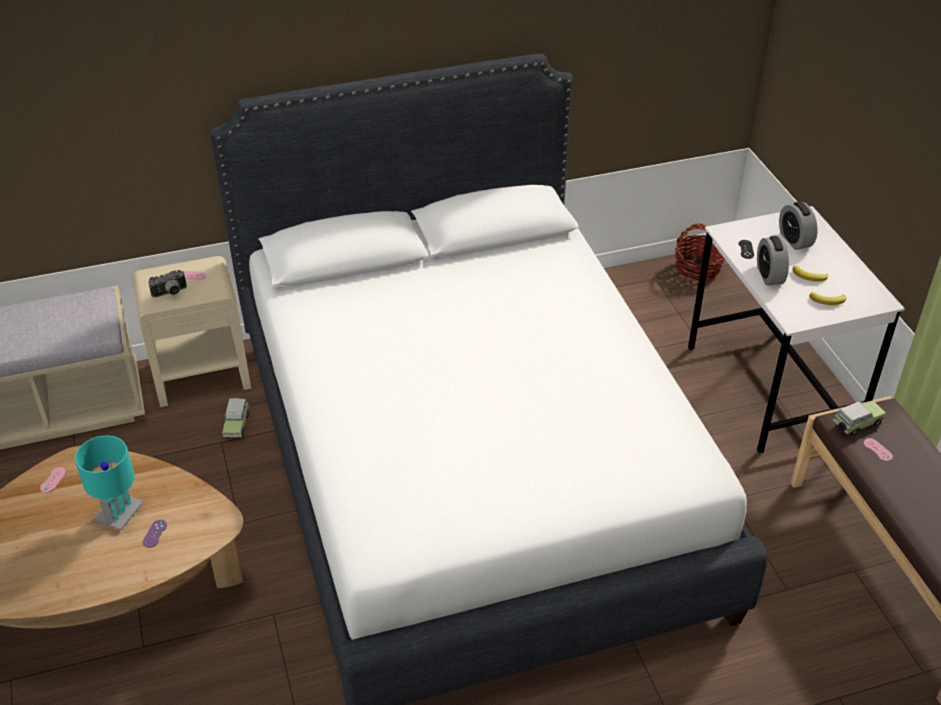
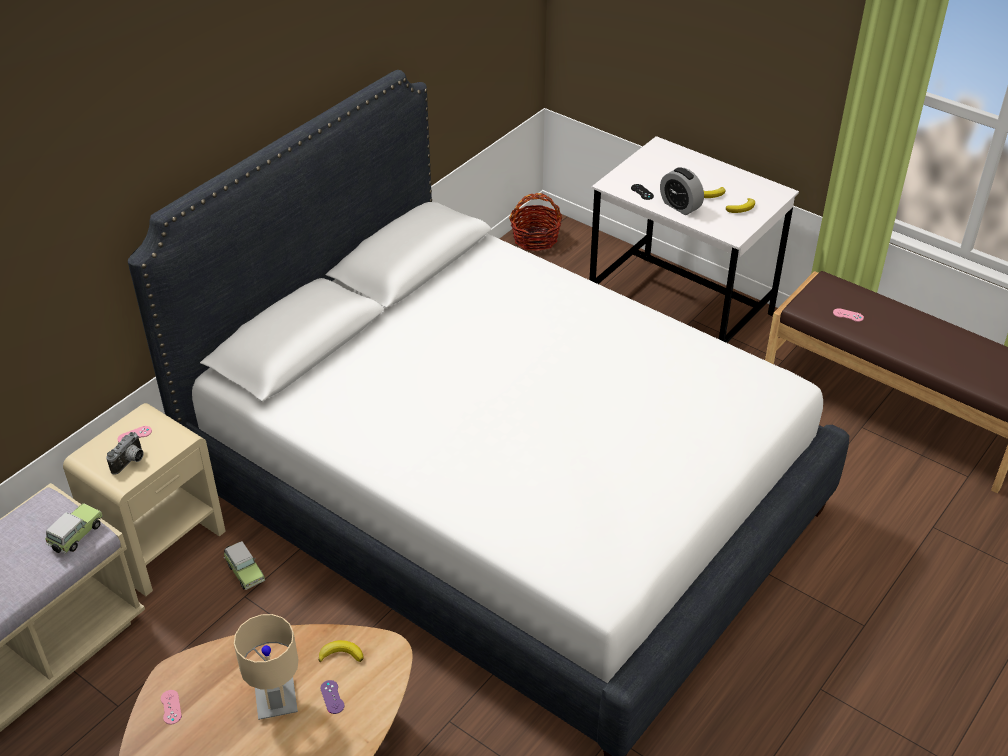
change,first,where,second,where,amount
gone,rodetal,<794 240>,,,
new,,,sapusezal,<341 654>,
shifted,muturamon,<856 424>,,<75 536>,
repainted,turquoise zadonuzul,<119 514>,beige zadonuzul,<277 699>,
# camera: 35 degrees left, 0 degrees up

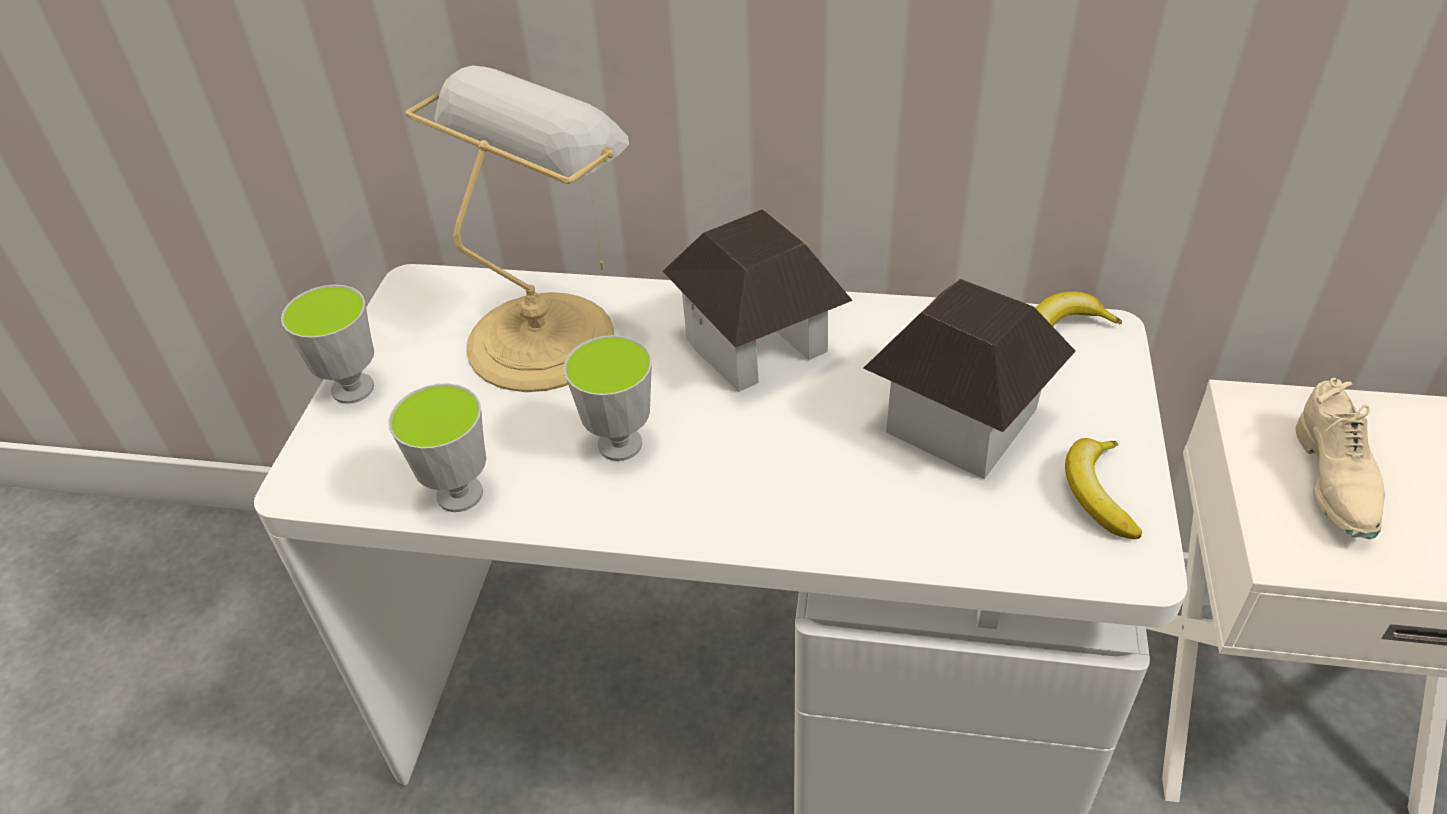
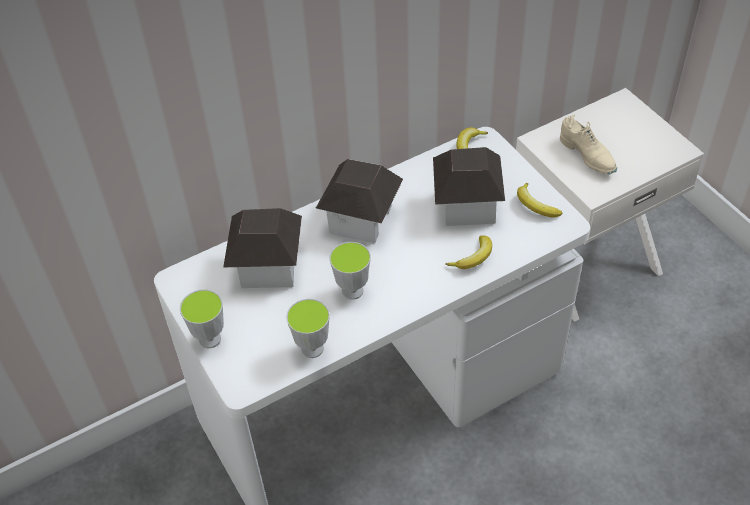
change,first,where,second,where,amount
new,,,sapusezal,<473 258>,
swapped,zadonuzul,<546 335>,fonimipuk,<268 266>,
# camera: 40 degrees left, 5 degrees up

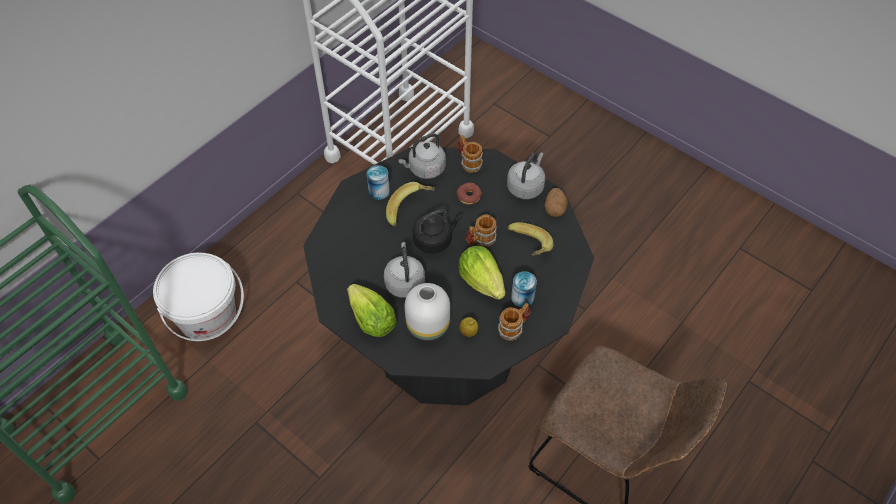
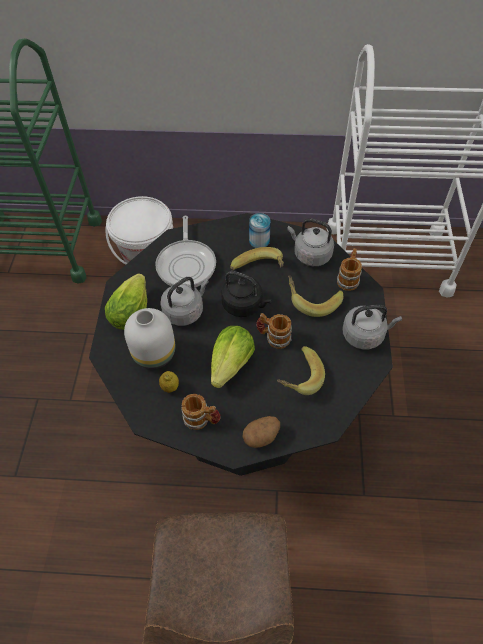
change,first,where,second,where,amount
gone,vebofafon,<522 297>,,,
new,,,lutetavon,<187 264>,
shifted,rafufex,<555 209>,,<261 436>,
swapped,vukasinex,<469 196>,sapusezal,<312 300>,
# camera: 55 degrees right, 0 degrees up

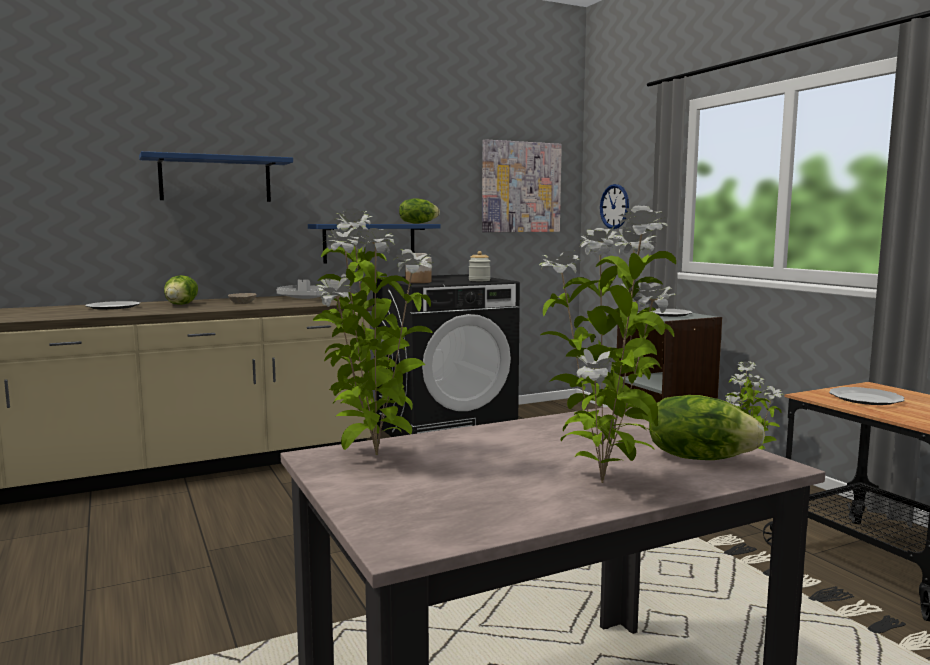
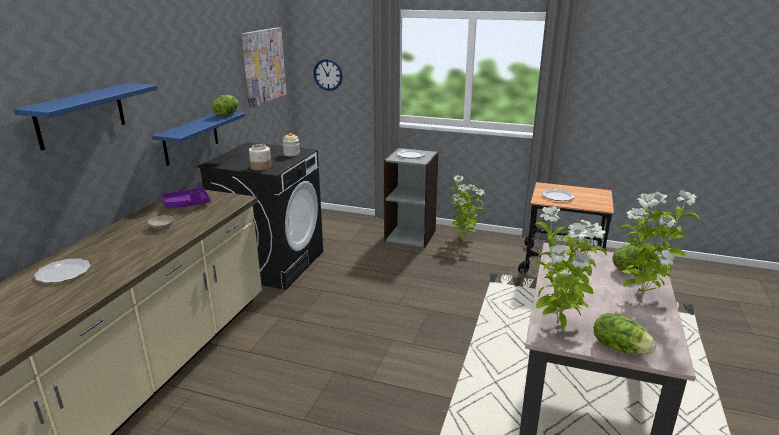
change,first,where,second,where,amount
shifted,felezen,<182 304>,,<619 347>,
repainted,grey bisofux,<304 298>,purple bisofux,<187 204>,
# camera: 45 degrees left, 15 degrees up

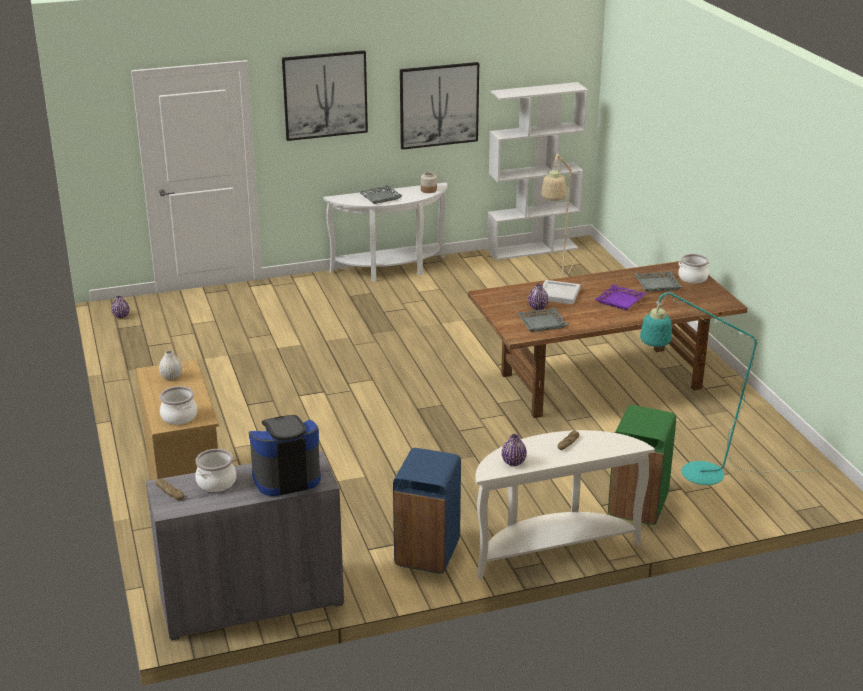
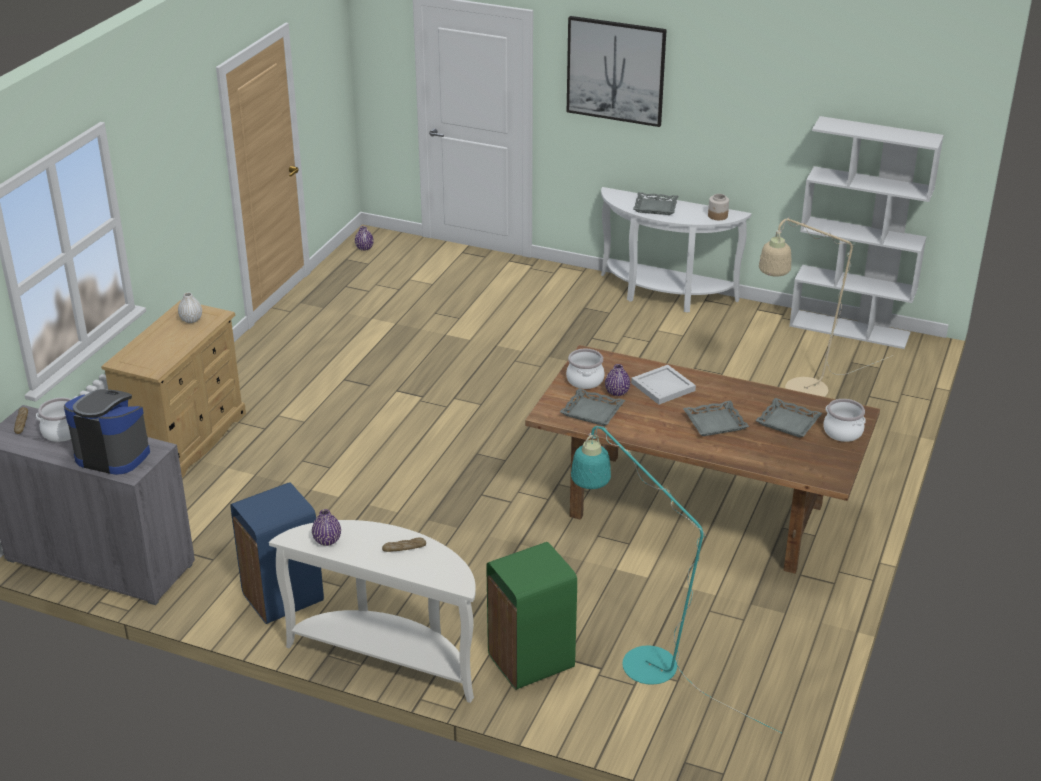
change,first,where,second,where,amount
gone,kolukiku,<439 105>,,,
shifted,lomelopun,<178 417>,,<584 380>,
repainted,purple bisofux,<620 301>,grey bisofux,<715 423>,
# camera: 40 degrees right, 5 degrees up

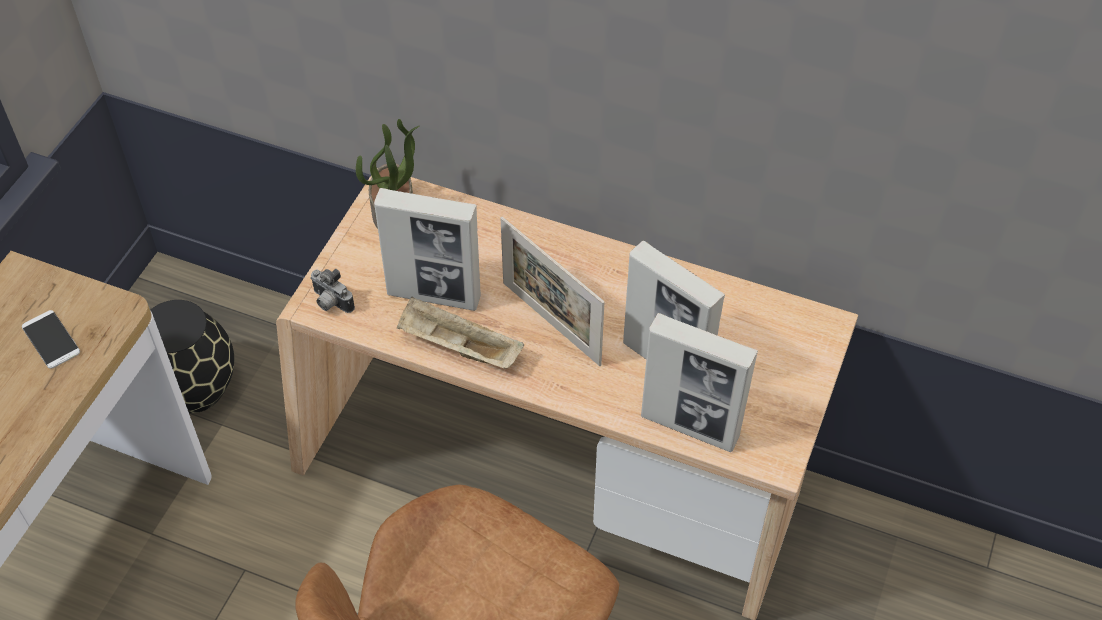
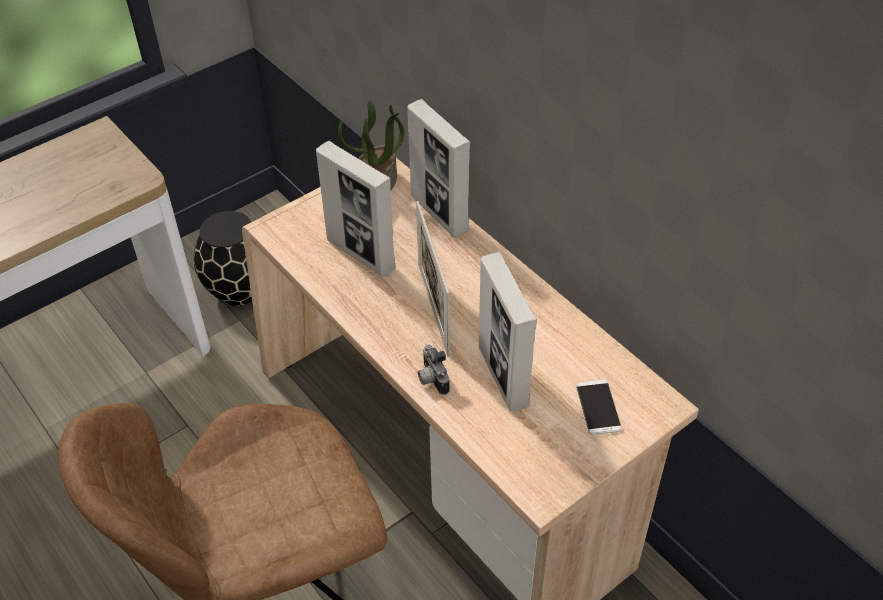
change,first,where,second,where,amount
gone,beige bisofux,<458 348>,,,
shifted,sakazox,<51 340>,,<598 407>,
shifted,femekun,<330 303>,,<431 379>,
shifted,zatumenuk,<690 427>,,<439 214>,
# camera: 30 degrees right, 5 degrees down

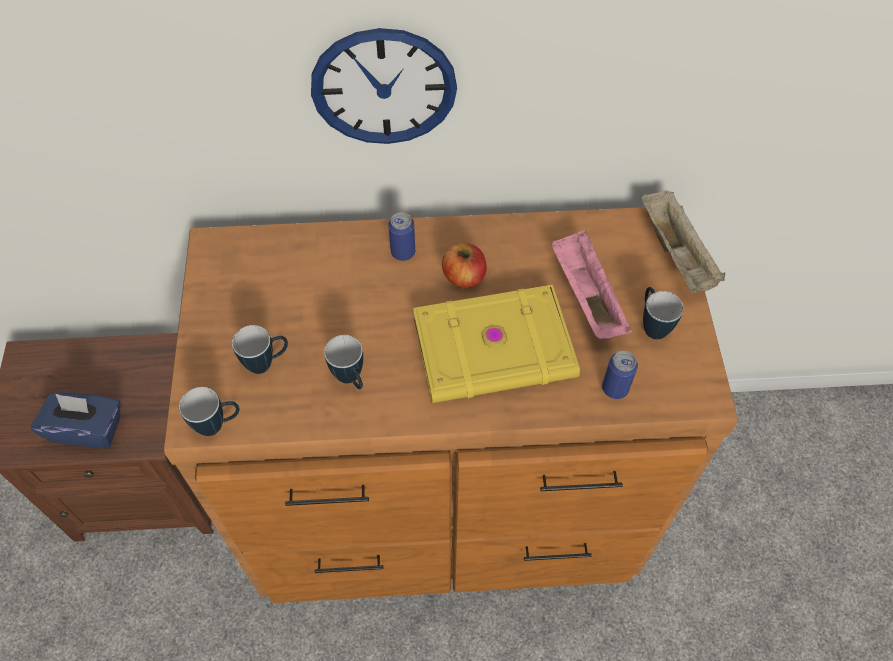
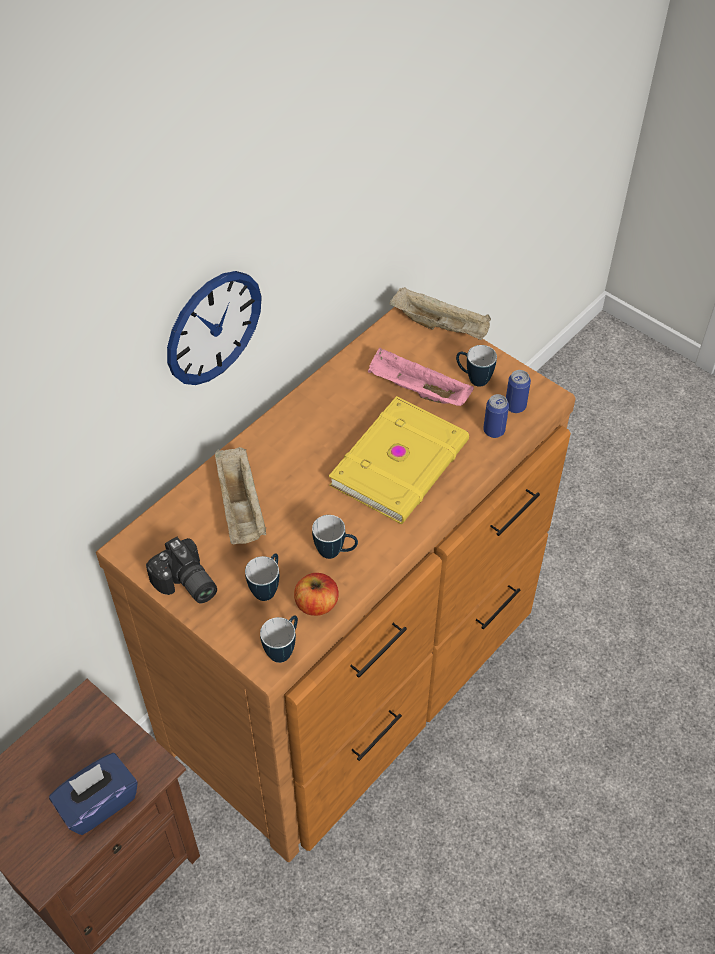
change,first,where,second,where,amount
new,,,femekun,<185 585>,
new,,,beige bisofux,<241 508>,
shifted,vebofafon,<403 252>,,<515 406>,
shifted,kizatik,<464 276>,,<316 604>,
# camera: 45 degrees left, 5 degrees down

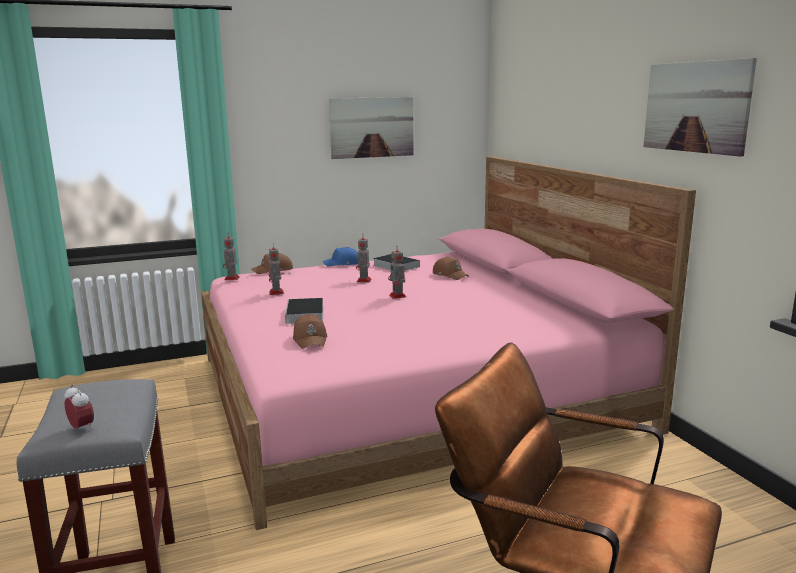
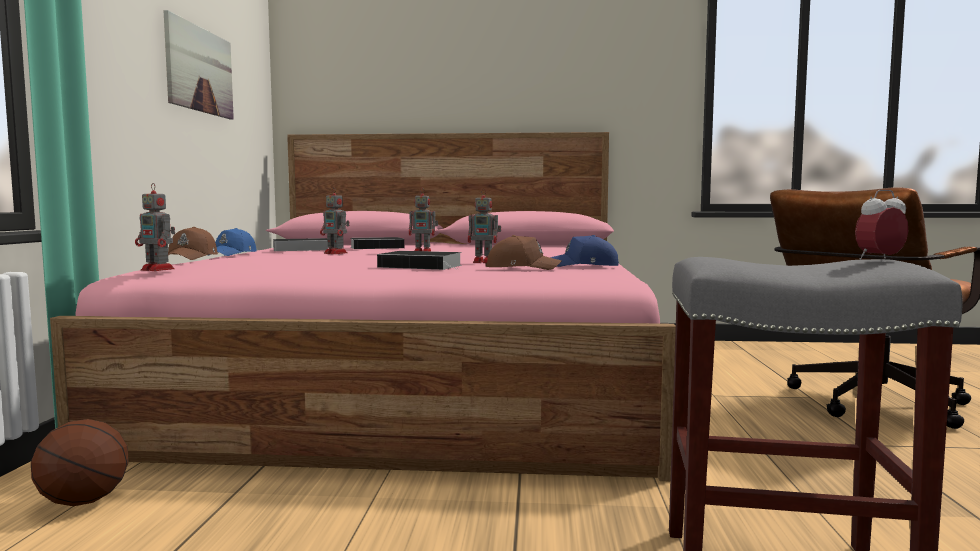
change,first,where,second,where,amount
gone,kolukiku,<695 107>,,,
new,,,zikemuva,<85 501>,
new,,,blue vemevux,<585 266>,
shifted,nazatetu,<276 293>,,<484 262>,
swapped,brown vemevux,<450 275>,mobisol,<378 247>,
# camera: 65 degrees left, 10 degrees down

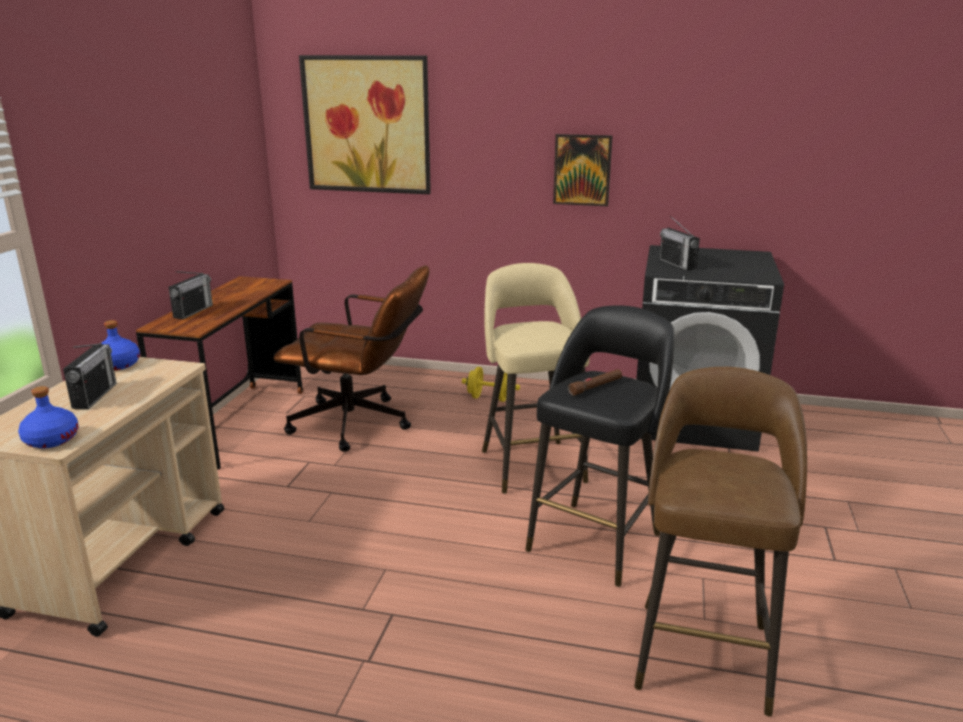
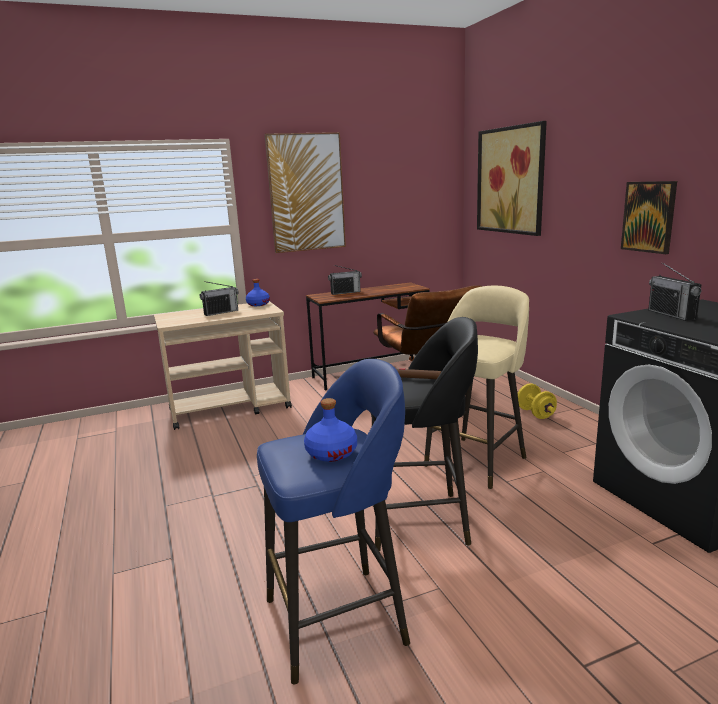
change,first,where,second,where,amount
new,,,kolukiku,<306 193>,
shifted,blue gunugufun,<51 440>,,<331 453>,
repainted,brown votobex,<703 652>,blue votobex,<340 620>,
rotated,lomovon,<677 264>,,<671 314>,45 degrees counterclockwise
# camera: 55 degrees right, 5 degrees down

